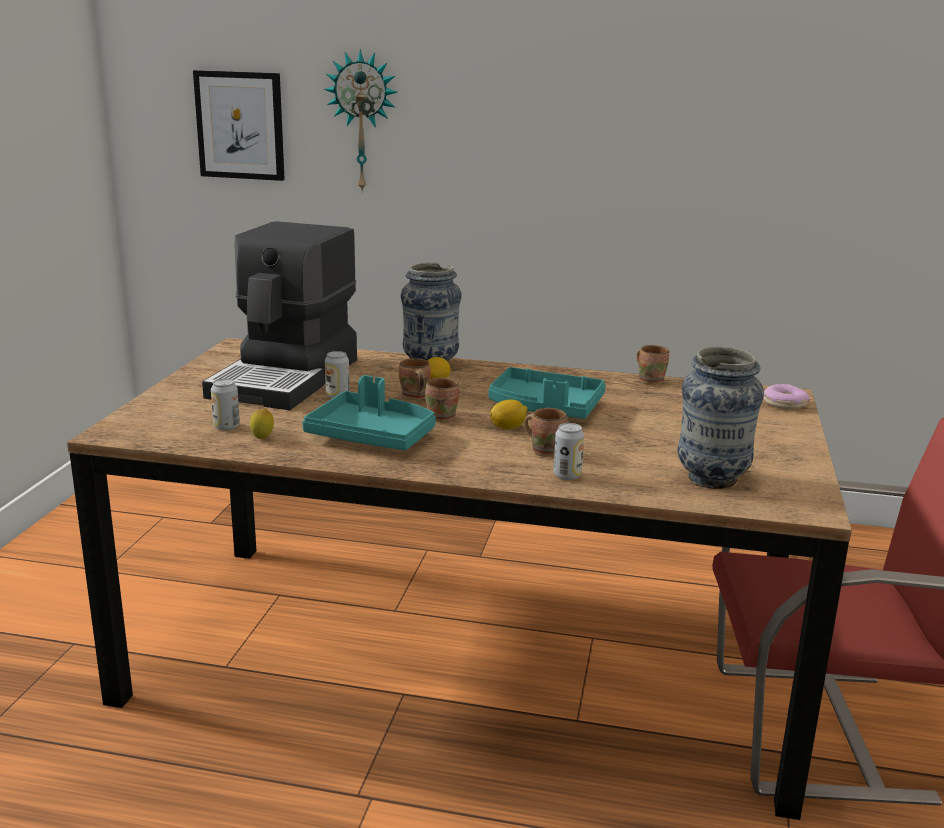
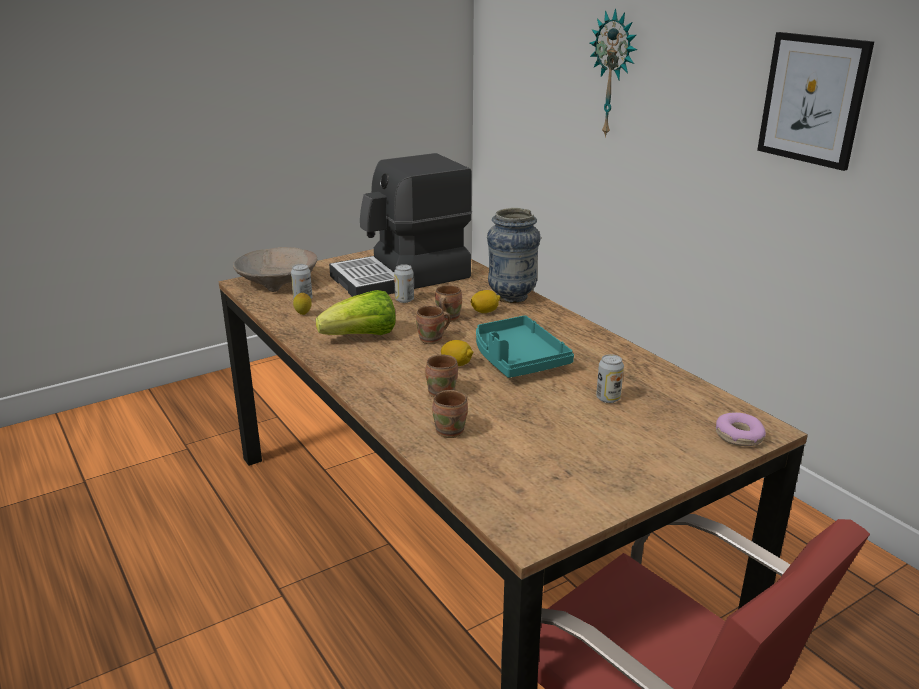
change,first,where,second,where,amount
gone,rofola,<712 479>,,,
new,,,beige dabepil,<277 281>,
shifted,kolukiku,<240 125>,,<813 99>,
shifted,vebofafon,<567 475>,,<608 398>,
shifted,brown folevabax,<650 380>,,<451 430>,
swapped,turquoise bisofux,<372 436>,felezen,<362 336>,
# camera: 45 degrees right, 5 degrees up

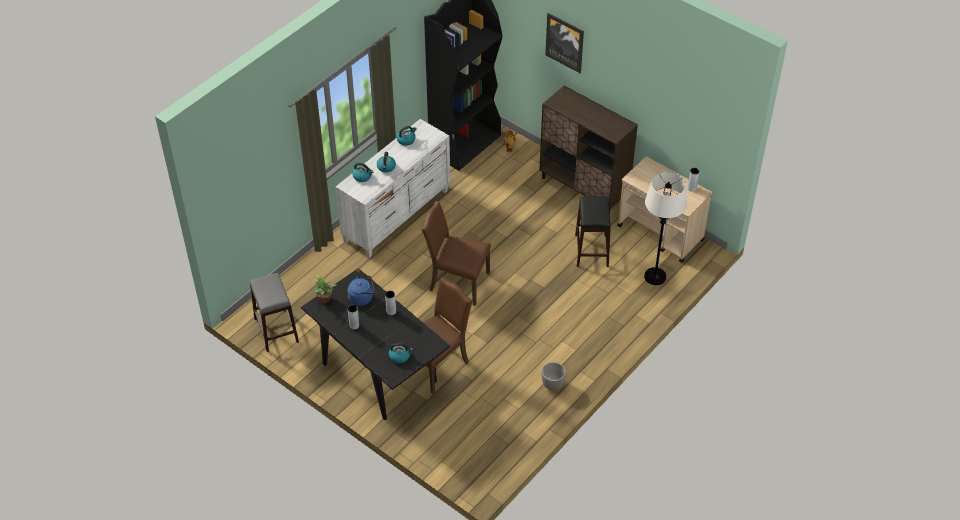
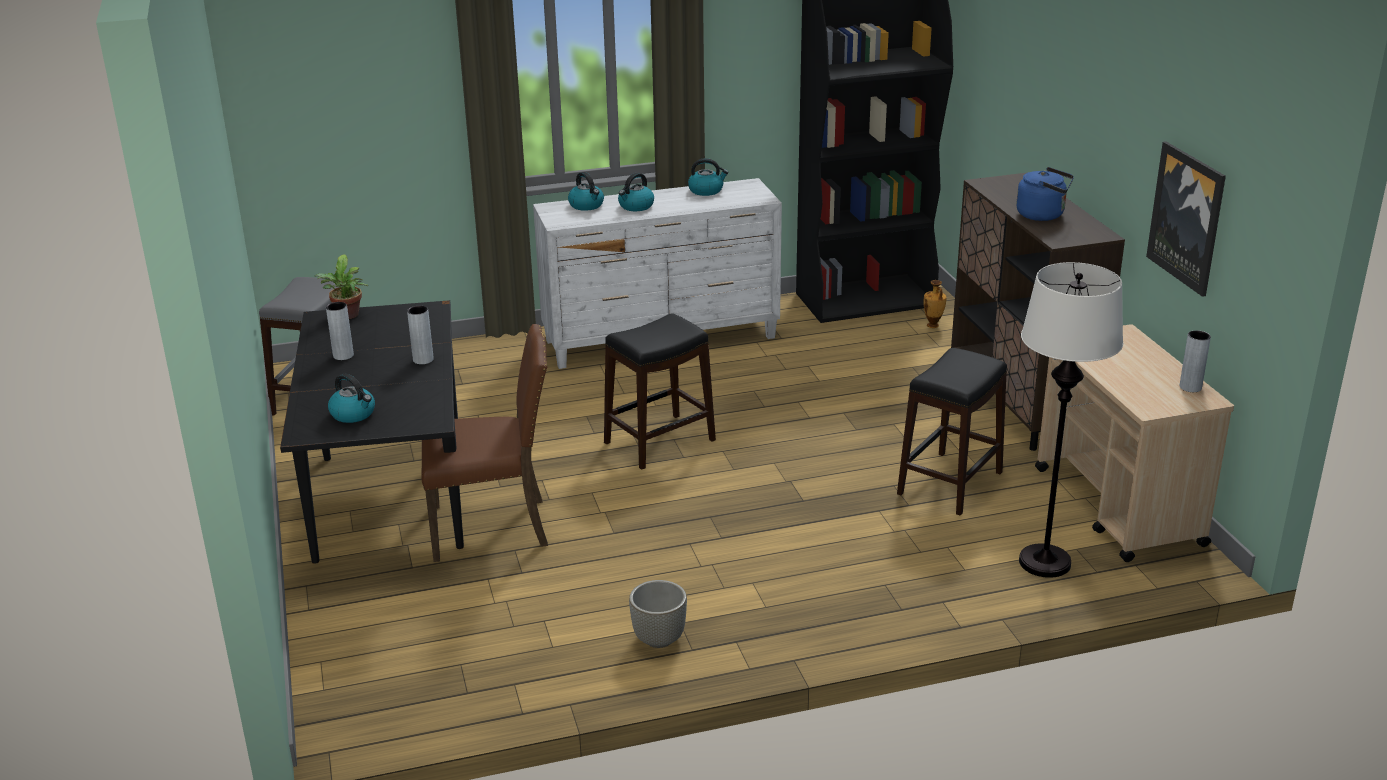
change,first,where,second,where,amount
shifted,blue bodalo,<362 298>,,<1043 215>,
shifted,kolukiku,<565 42>,,<1187 217>,
swapped,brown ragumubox,<457 282>,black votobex,<659 441>,
# camera: 35 degrees right, 20 degrees down

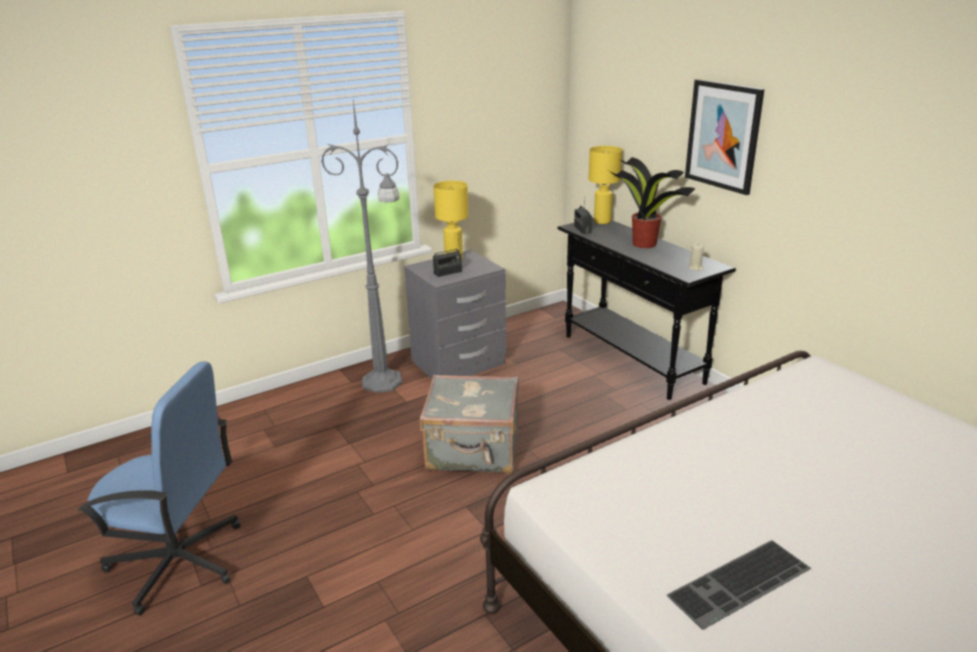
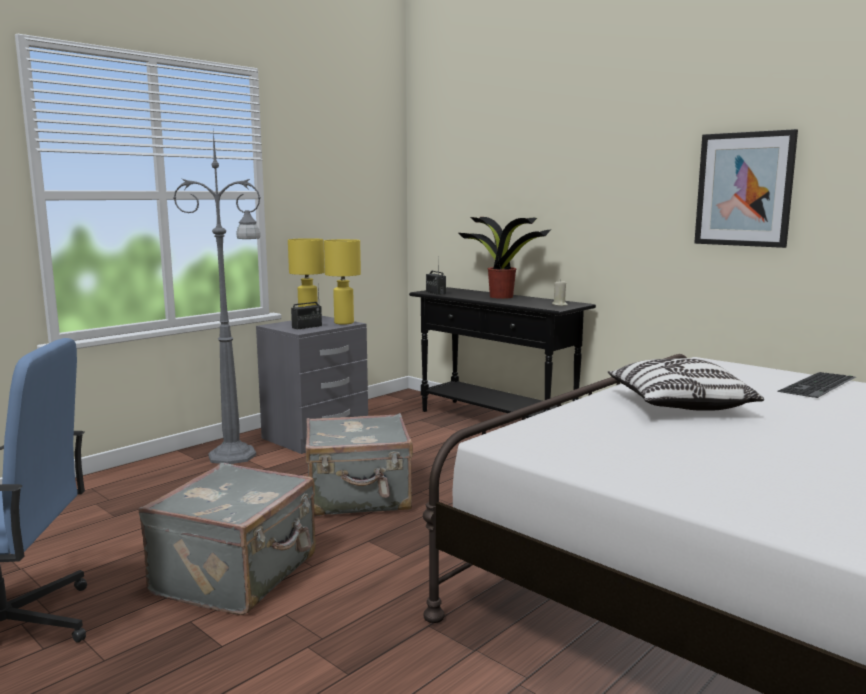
change,first,where,second,where,amount
new,,,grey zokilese,<238 575>,
new,,,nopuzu,<678 406>,
shifted,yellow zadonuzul,<601 221>,,<343 323>,
shifted,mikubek,<740 585>,,<819 385>,
shifted,kolukiku,<723 136>,,<744 189>,
# camera: 15 degrees left, 15 degrees down

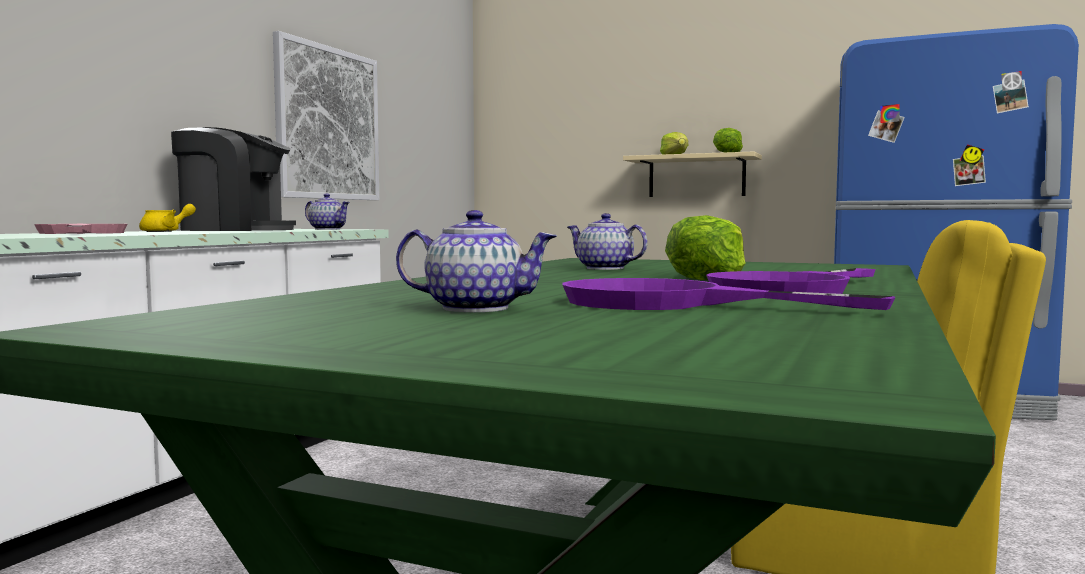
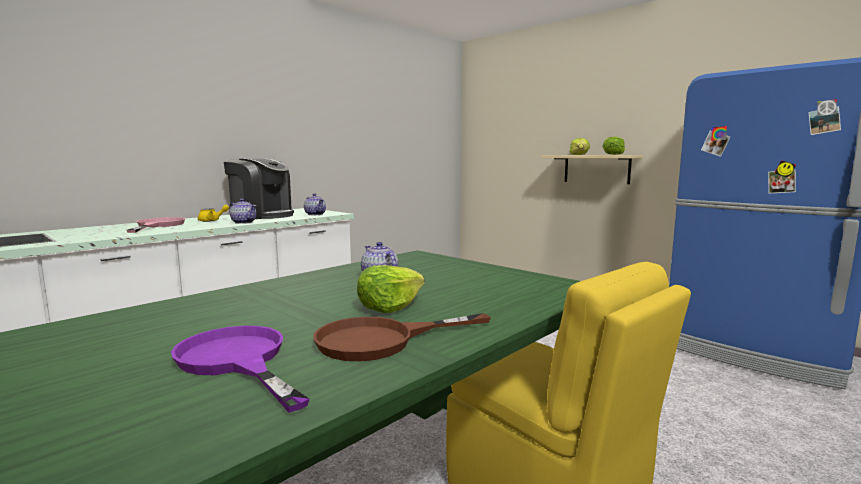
change,first,where,second,where,amount
gone,kolukiku,<328 123>,,,
shifted,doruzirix,<474 308>,,<243 222>,
repainted,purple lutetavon,<791 289>,brown lutetavon,<382 340>,
# camera: 20 degrees right, 5 degrees up

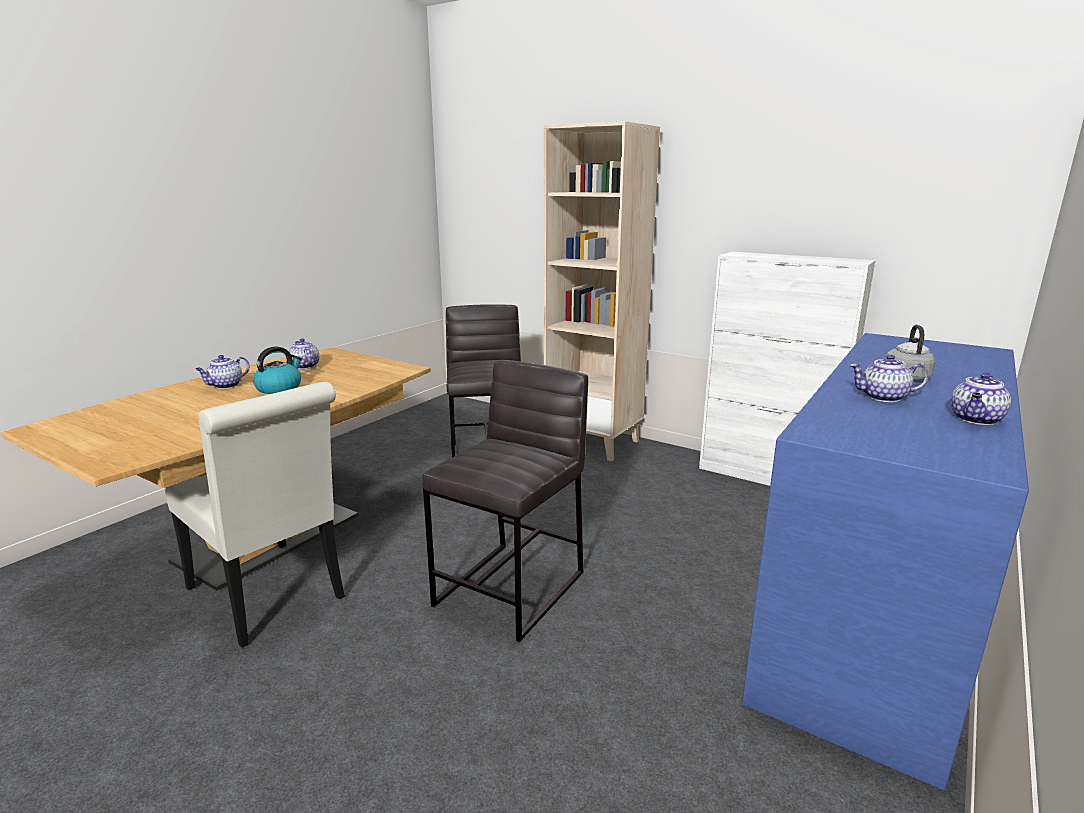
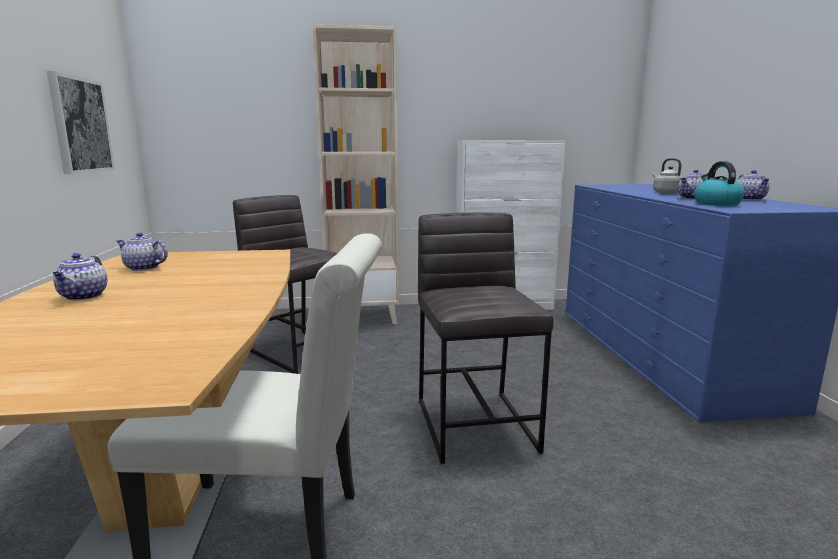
change,first,where,second,where,amount
new,,,kolukiku,<80 125>,
shifted,bodalo,<279 388>,,<716 203>,
# camera: 40 degrees left, 5 degrees down

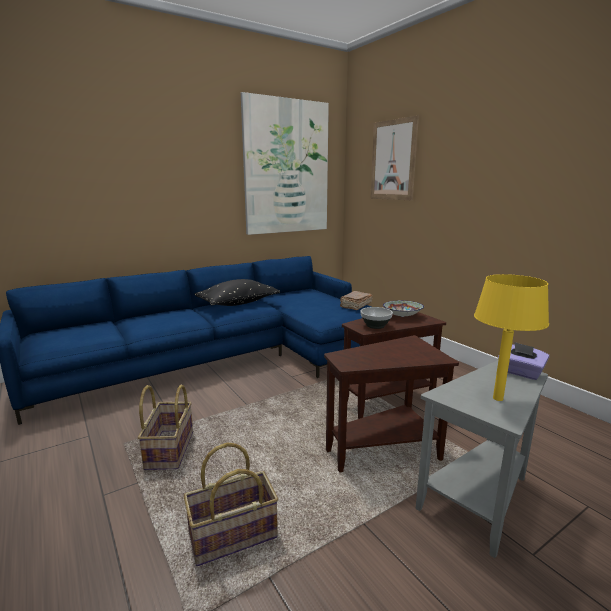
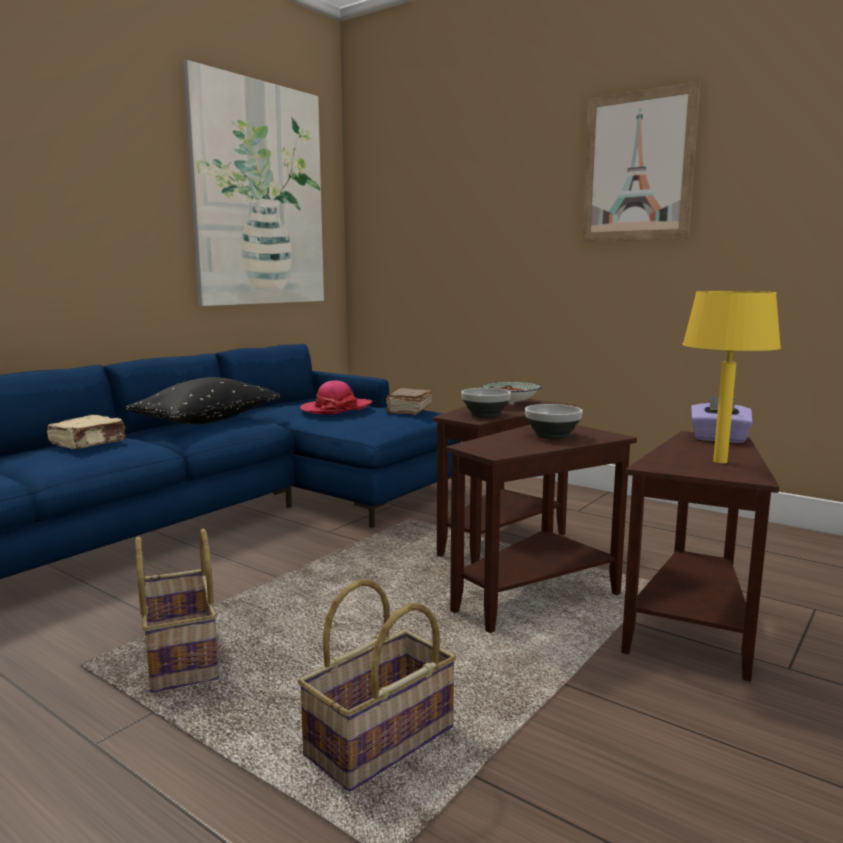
change,first,where,second,where,amount
new,,,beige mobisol,<89 443>,
new,,,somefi,<336 409>,
new,,,dabepil,<551 436>,
shifted,kolukiku,<393 160>,,<638 167>,
repainted,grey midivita,<477 501>,brown midivita,<692 629>,
# camera: 20 degrees left, 5 degrees down

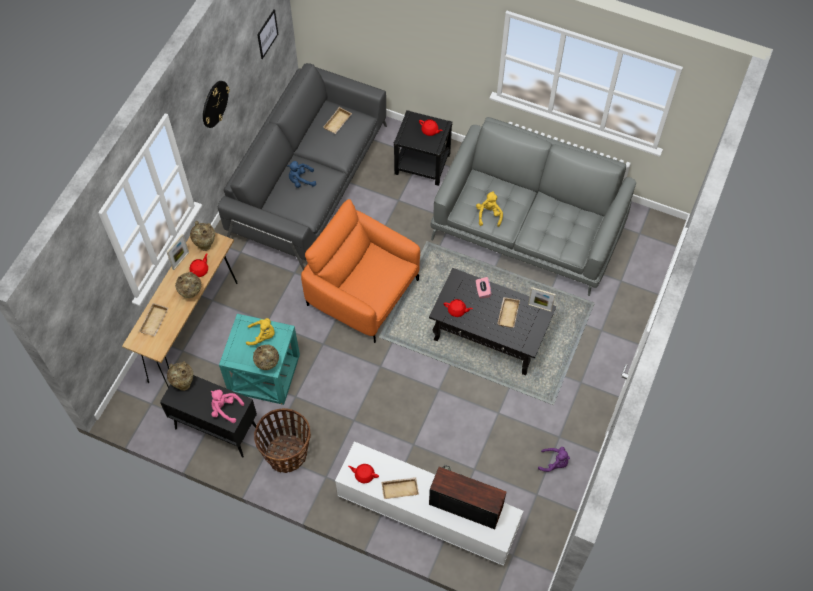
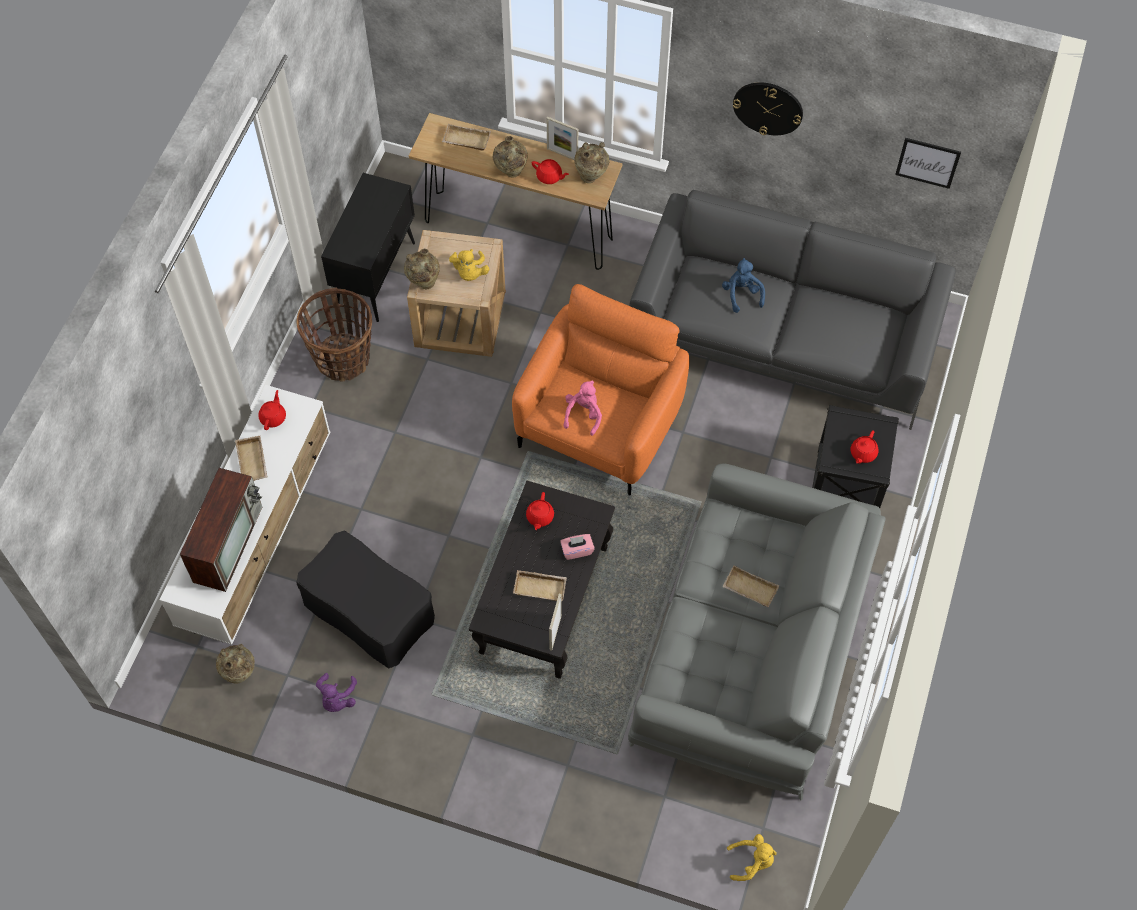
change,first,where,second,where,amount
new,,,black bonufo,<369 610>,
shifted,beige rofola,<183 383>,,<240 674>,
shifted,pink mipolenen,<225 409>,,<583 414>,
shifted,beige bisofux,<338 123>,,<749 589>,
shifted,yellow mipolenen,<489 215>,,<752 861>,
repainted,turquoise midivita,<264 373>,beige midivita,<460 318>,
# camera: 85 degrees right, 0 degrees up

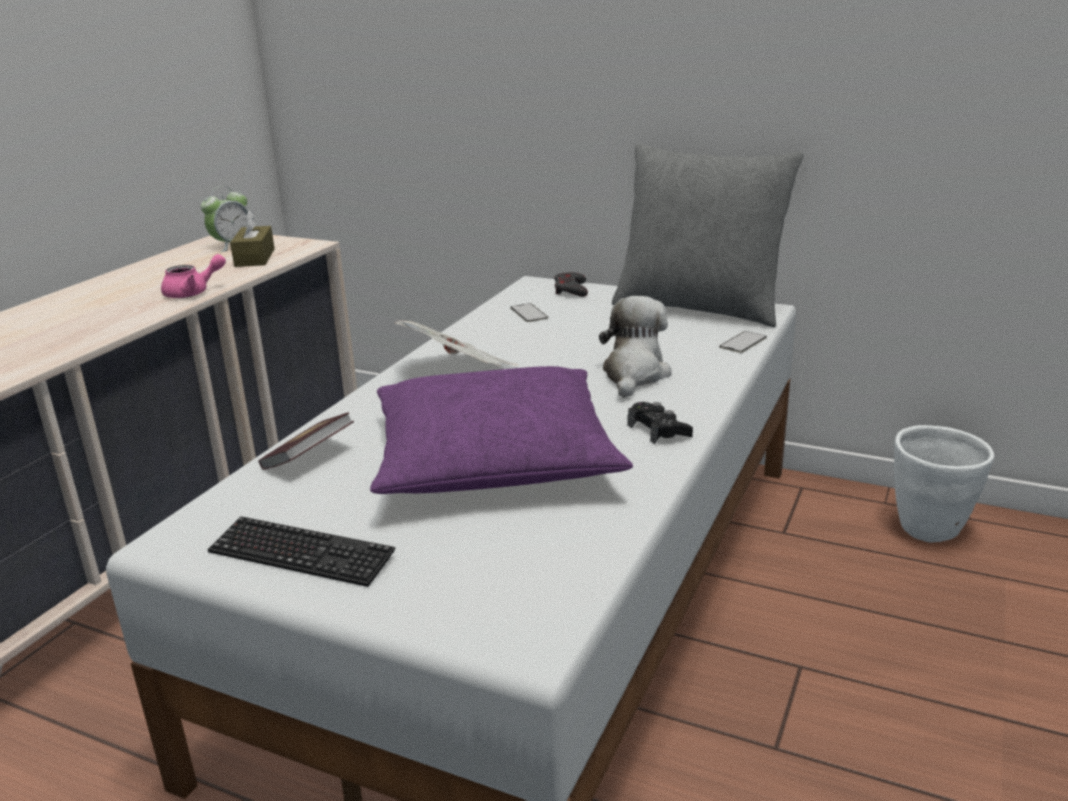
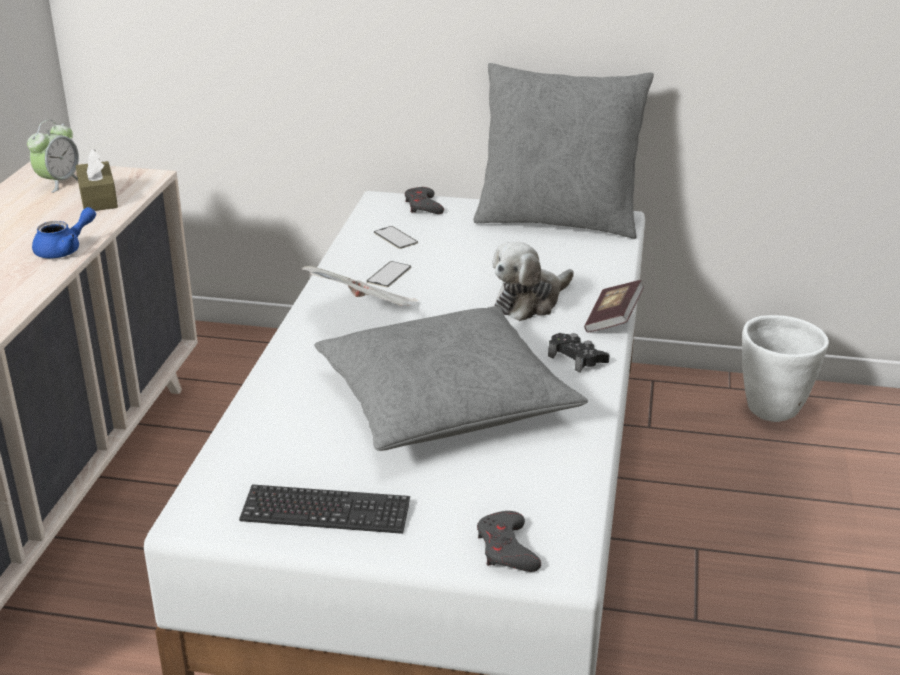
change,first,where,second,where,amount
new,,,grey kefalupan,<507 549>,
shifted,mobisol,<309 458>,,<613 320>,
shifted,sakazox,<743 342>,,<389 275>,
repainted,pink doruzirix,<193 293>,blue doruzirix,<65 250>,
repainted,purple nopuzu,<493 457>,grey nopuzu,<444 400>,
rotated,mipolenen,<634 375>,,<530 302>,135 degrees counterclockwise
# camera: 15 degrees left, 5 degrees up

